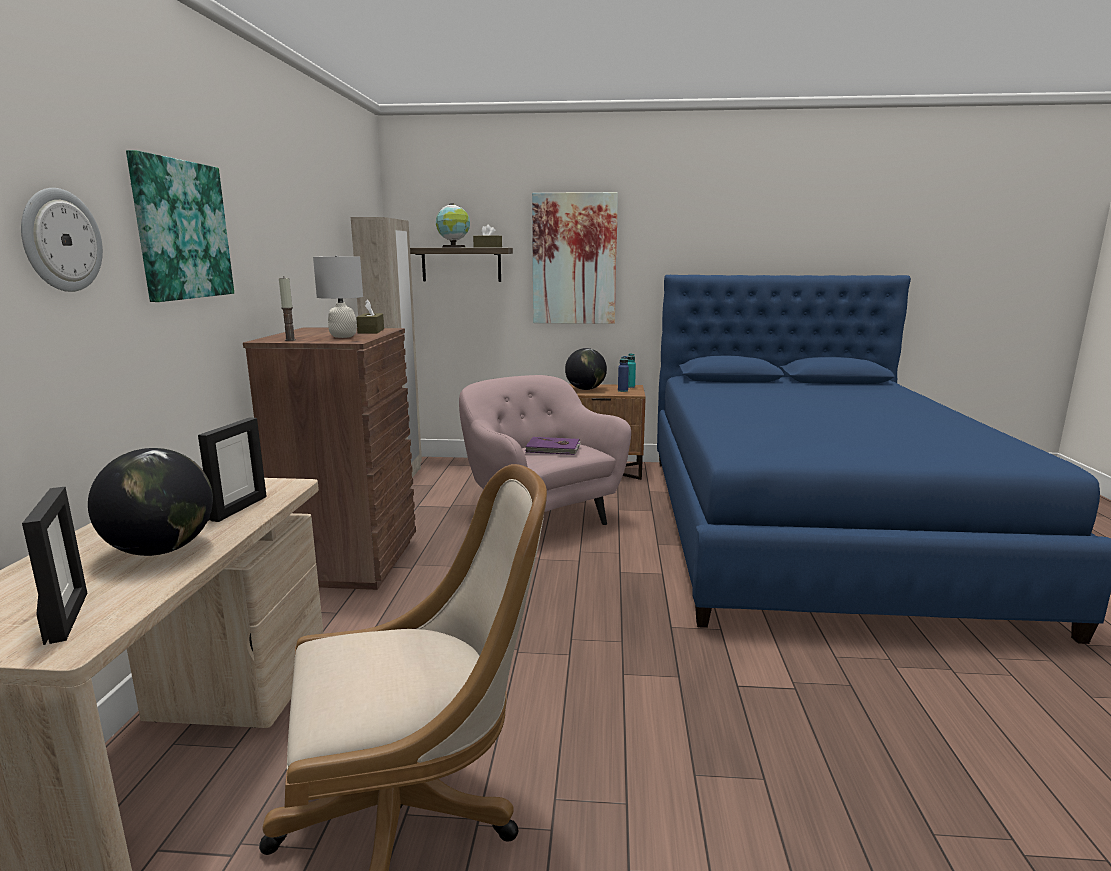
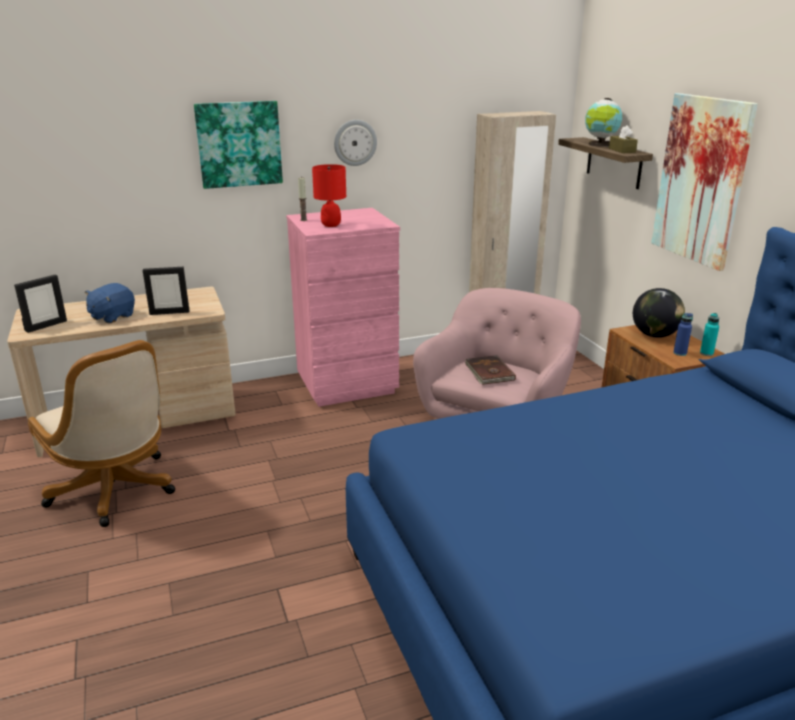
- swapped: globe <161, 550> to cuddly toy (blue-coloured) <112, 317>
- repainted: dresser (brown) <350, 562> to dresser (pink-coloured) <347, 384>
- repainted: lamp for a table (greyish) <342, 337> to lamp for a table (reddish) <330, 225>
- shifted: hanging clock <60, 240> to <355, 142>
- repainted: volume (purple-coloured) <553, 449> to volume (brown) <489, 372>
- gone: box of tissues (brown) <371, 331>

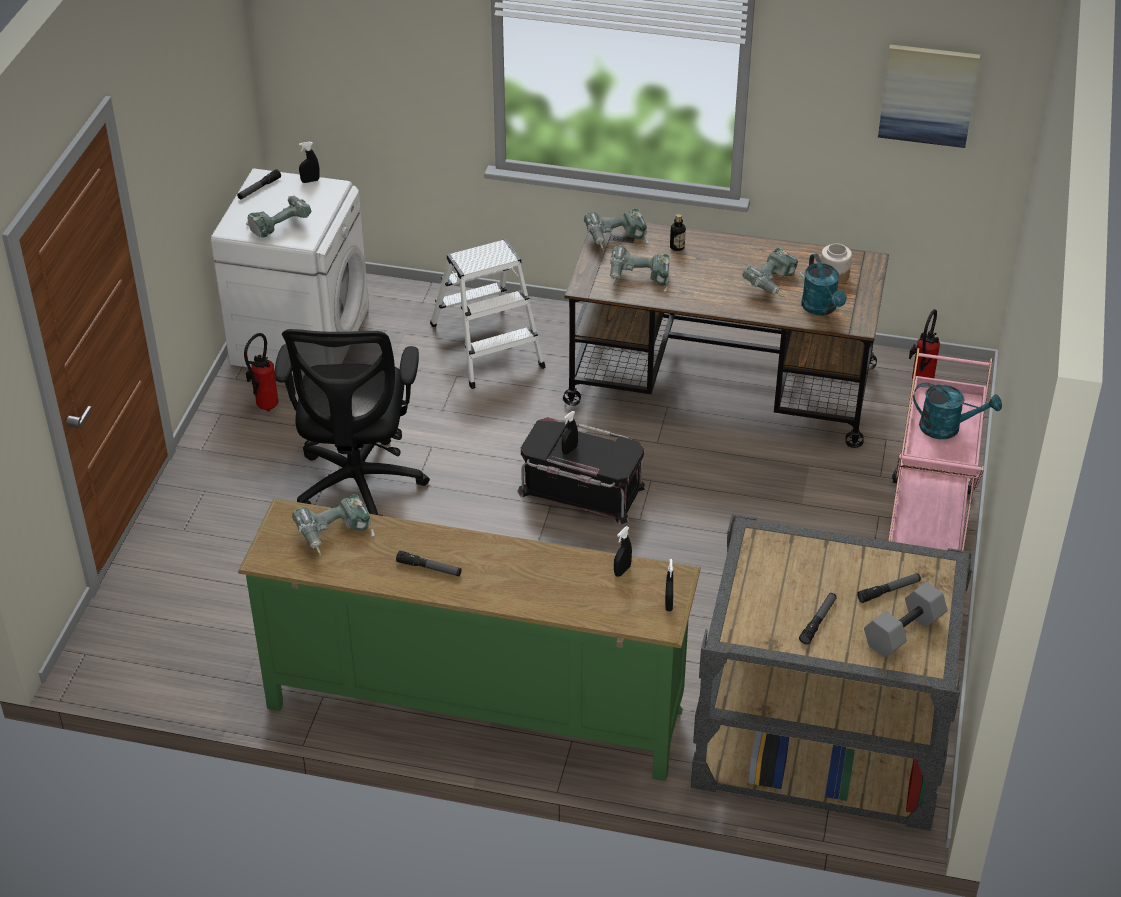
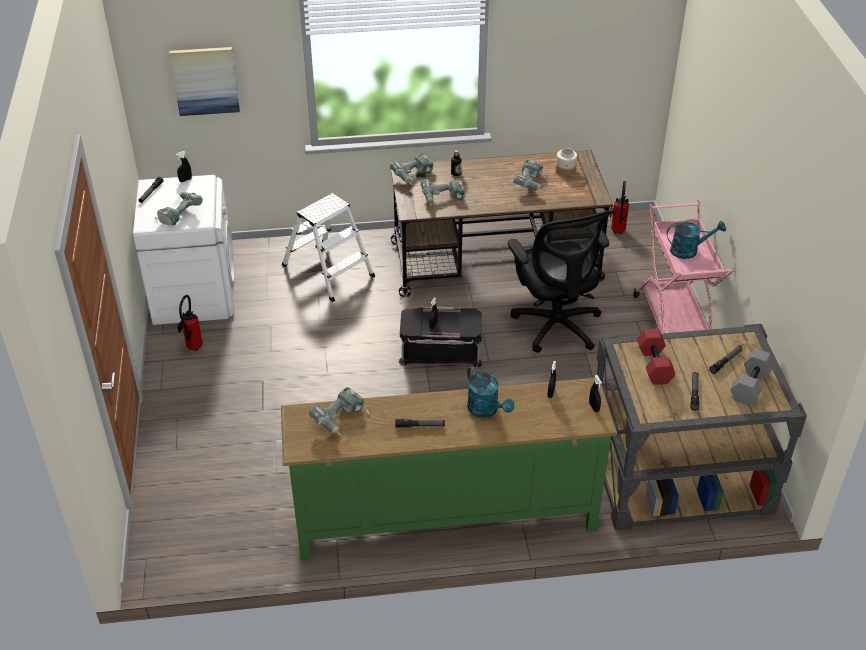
- shifted: wall art <928, 94> to <205, 80>
- shifted: watering pot (blue-green) <821, 309> to <486, 410>
- shifted: office chair (blackish) <357, 477> to <553, 322>
- new: hand weight (reddish) <653, 365>

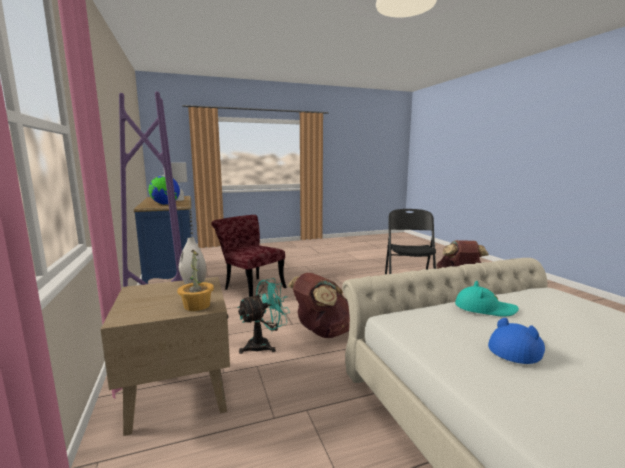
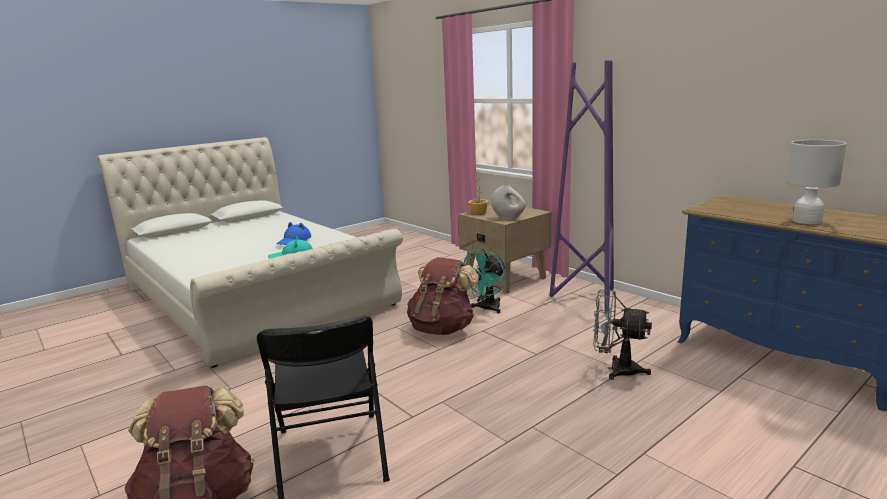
- swapped: plain chair (reddish) <250, 287> to fan (greyish) <616, 369>
- gone: globe <165, 204>

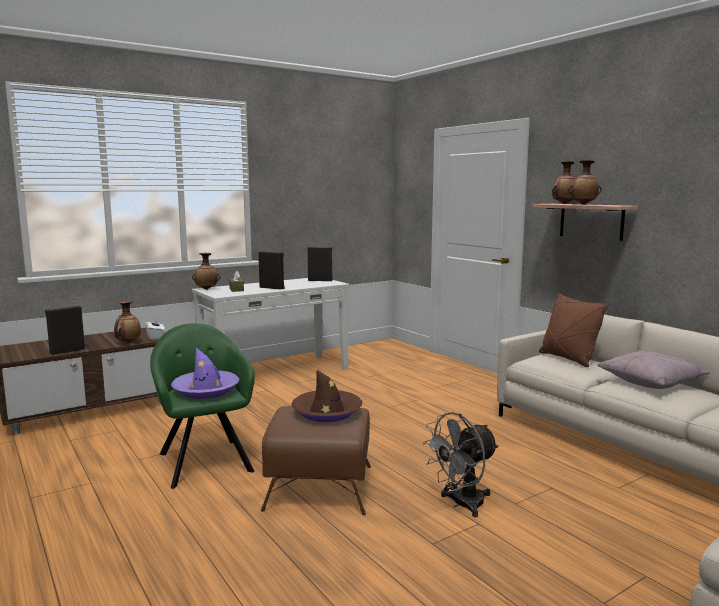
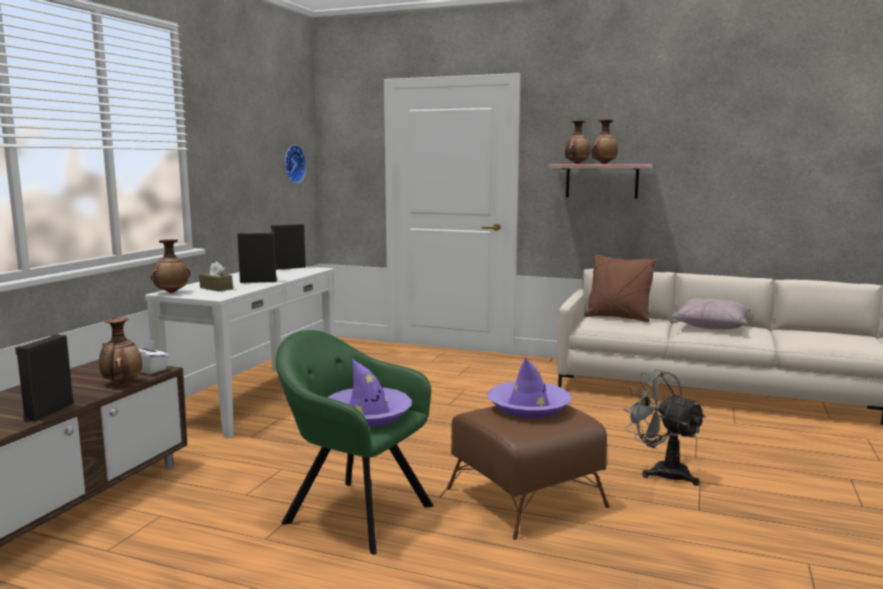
- new: hanging clock <292, 164>
- repainted: wearable hat (brown) <327, 412> to wearable hat (purple-coloured) <528, 407>
- rotated: fan (greyish) <461, 504> = <662, 471> 120 degrees clockwise

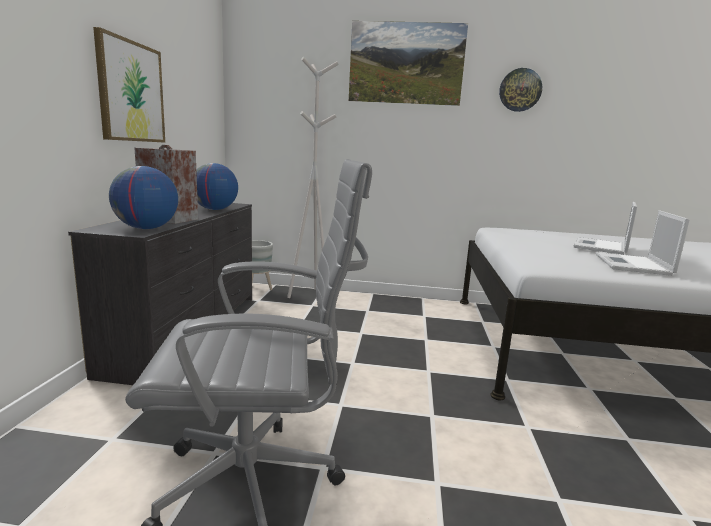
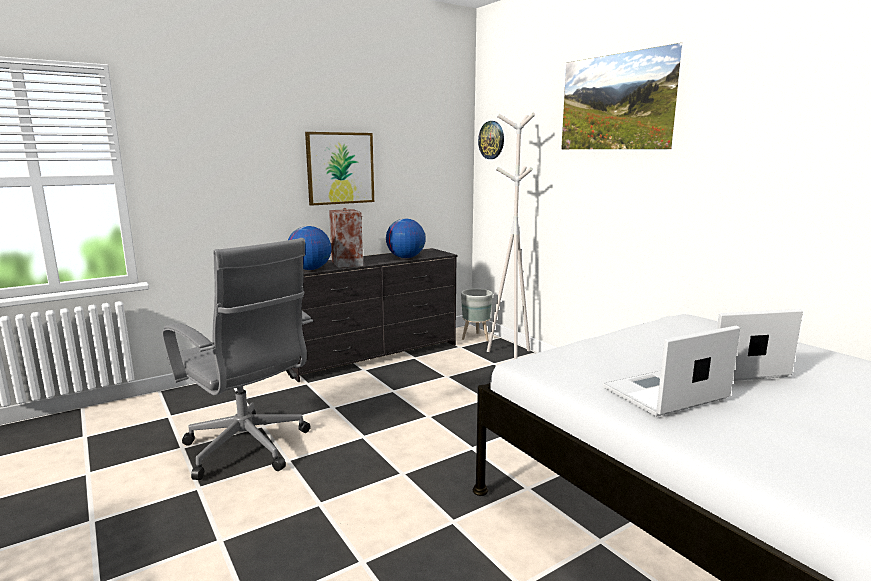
- shifted: hanging clock <520, 90> to <491, 140>

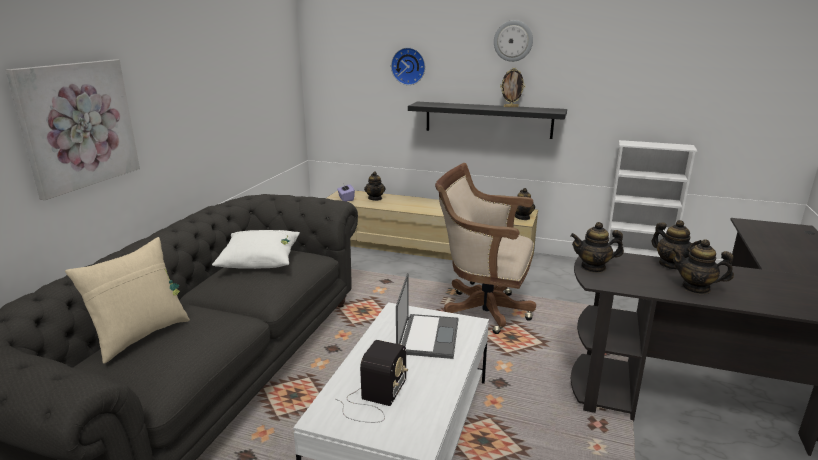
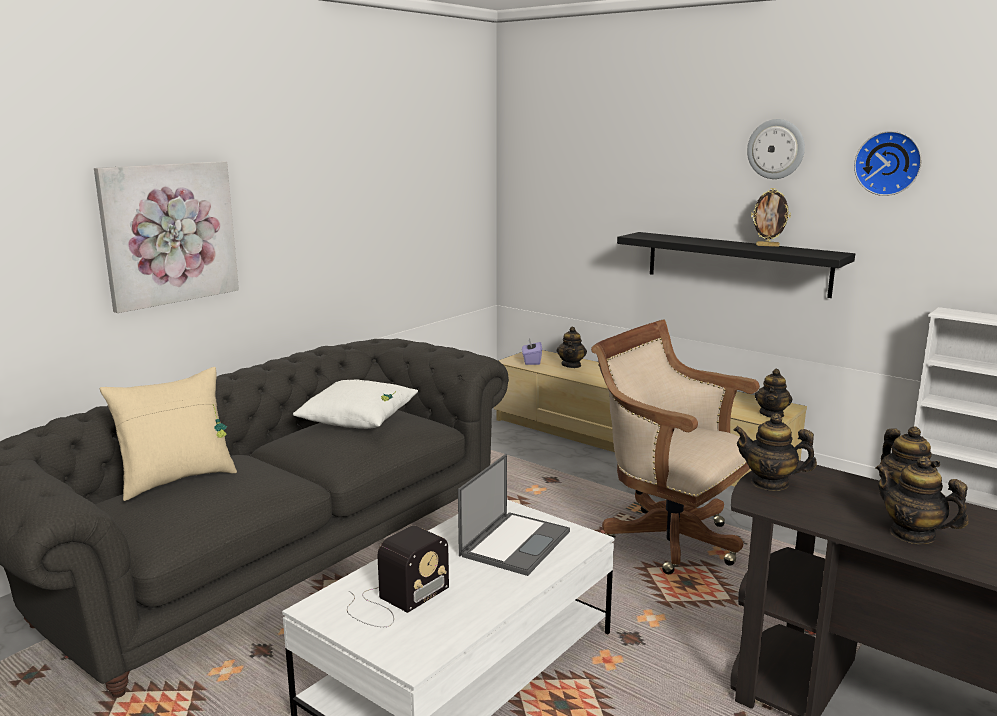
- shifted: hanging clock <409, 66> to <888, 163>

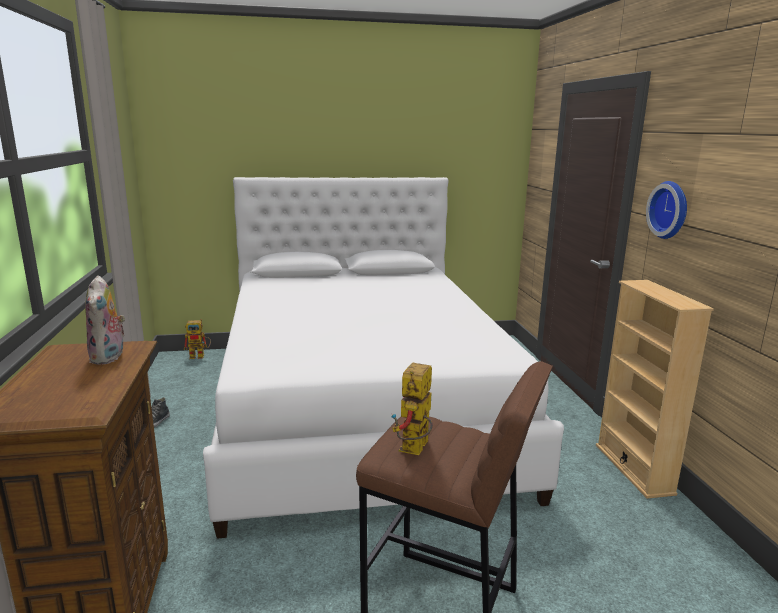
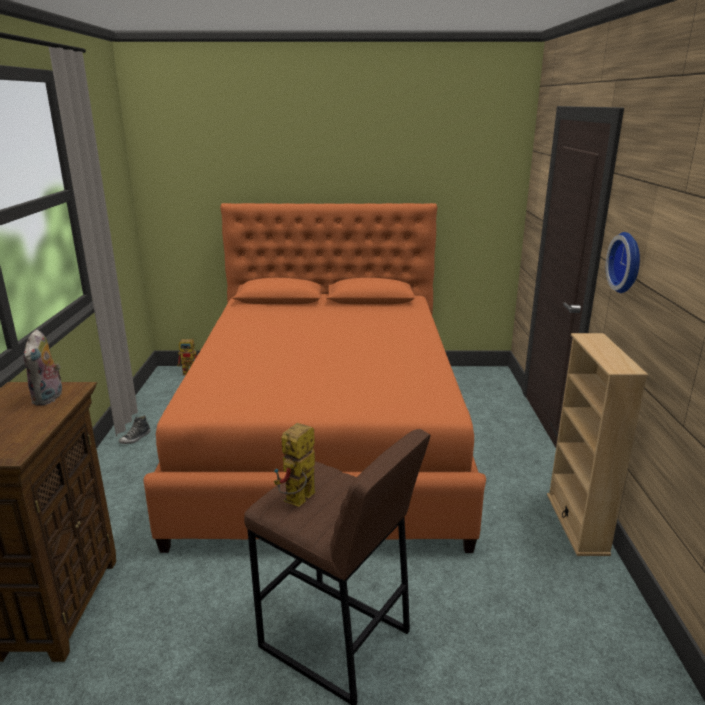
- repainted: bedroom bed (white) <361, 408> to bedroom bed (orange) <326, 436>

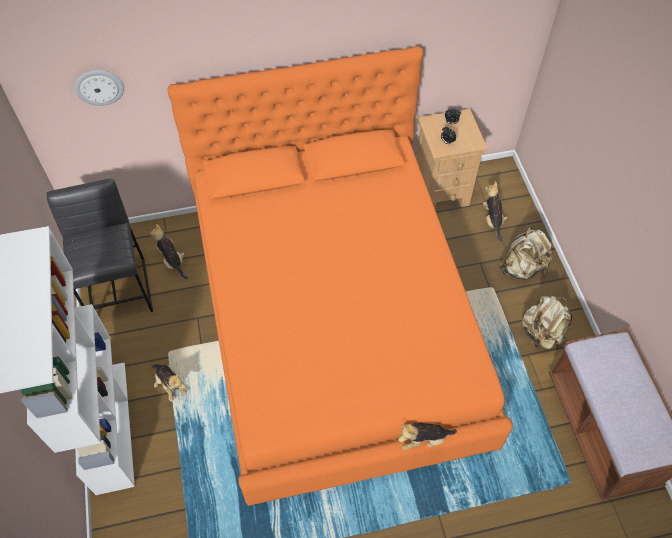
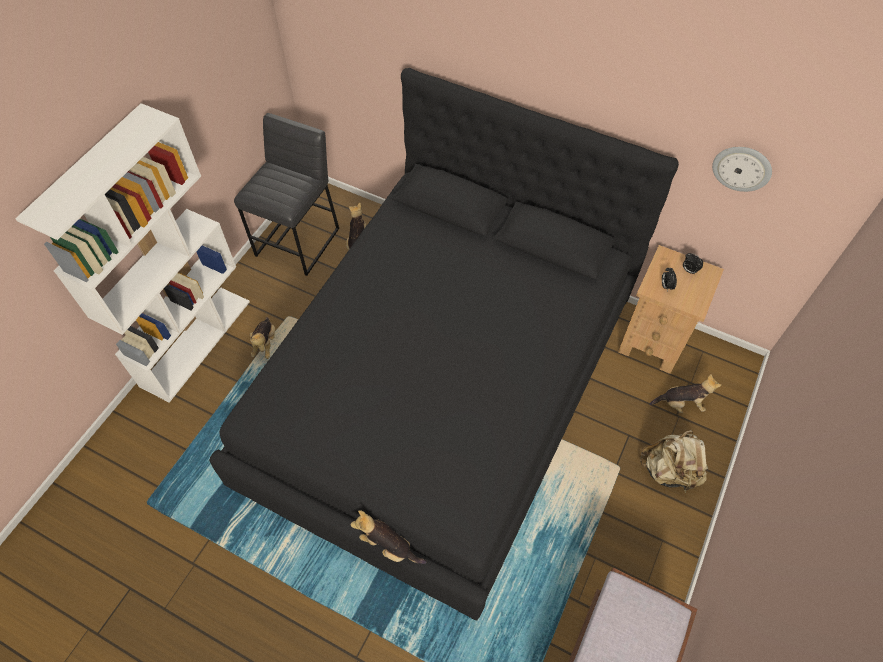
- repainted: bedroom bed (orange) <336, 321> to bedroom bed (blackish) <442, 390>
- rotated: cuddly toy <492, 220> = <681, 403> 60 degrees clockwise
- shifted: hanging clock <99, 87> to <742, 168>
- gone: rucksack (beige-coloured) <541, 333>

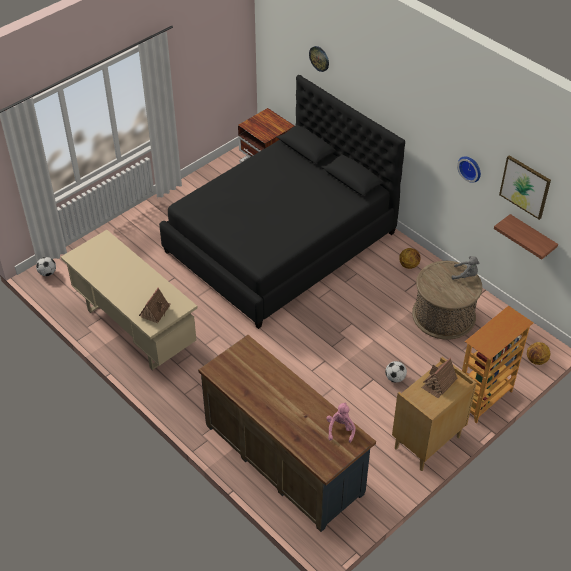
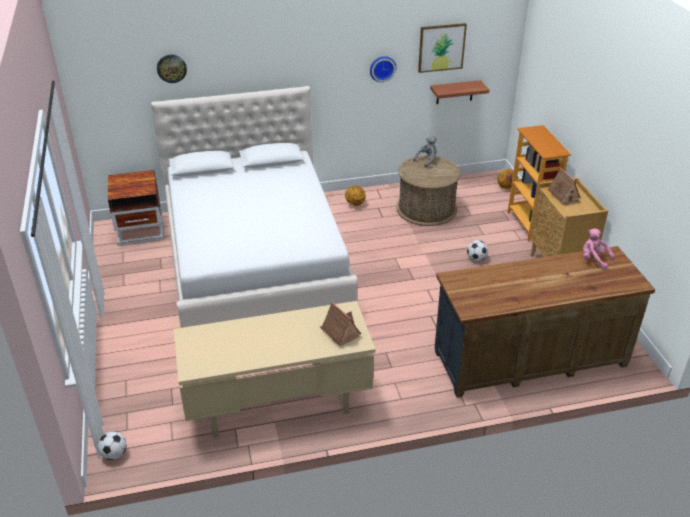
- repainted: bedroom bed (blackish) <280, 242> to bedroom bed (white) <255, 260>

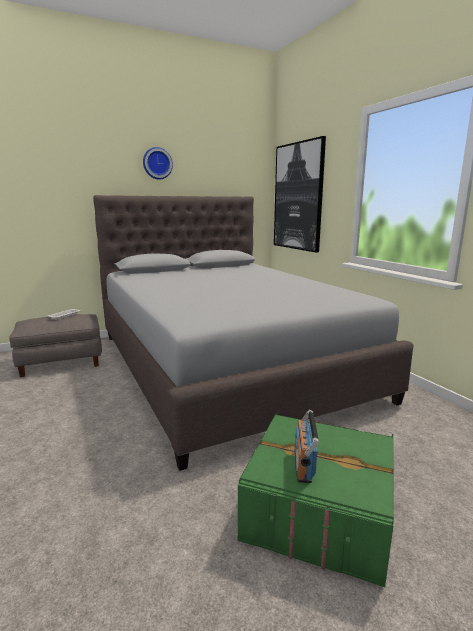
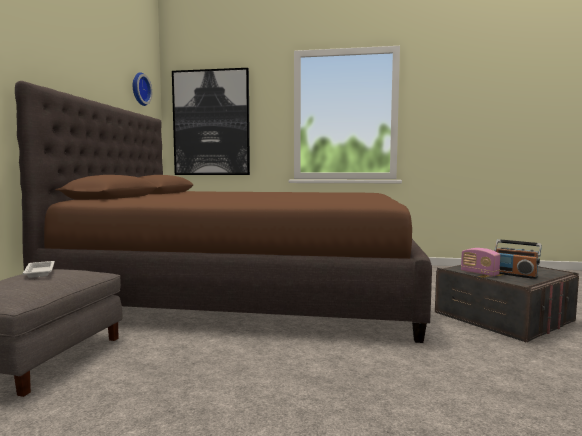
- repainted: bedroom bed (greyish) <227, 364> to bedroom bed (brown) <248, 290>
- shifted: hanging clock <157, 163> to <139, 89>
- repainted: storage bin (green-coloured) <319, 512> to storage bin (greyish) <503, 317>
- new: radio <479, 273>

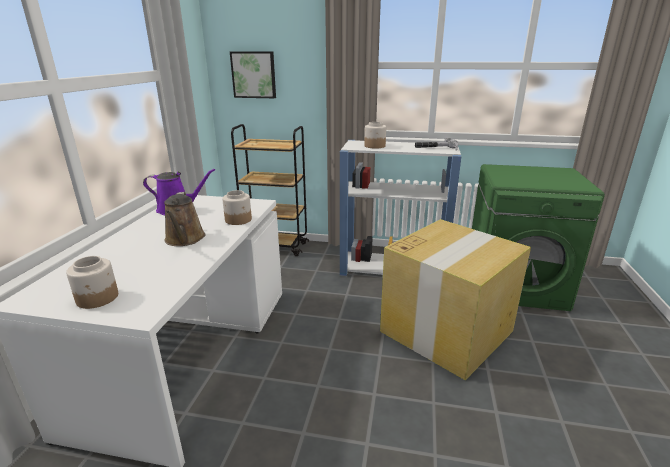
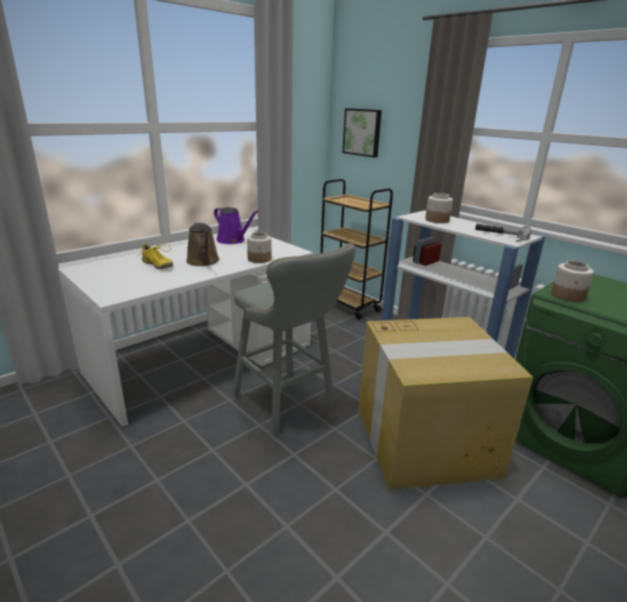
- new: shoe (yellow-coloured) <157, 265>
- rotated: watering pot (brown) <184, 239> = <203, 262> 45 degrees counterclockwise
- new: stool seat (greyish) <290, 407>
- shifted: preserve jar <98, 298> to <568, 296>

